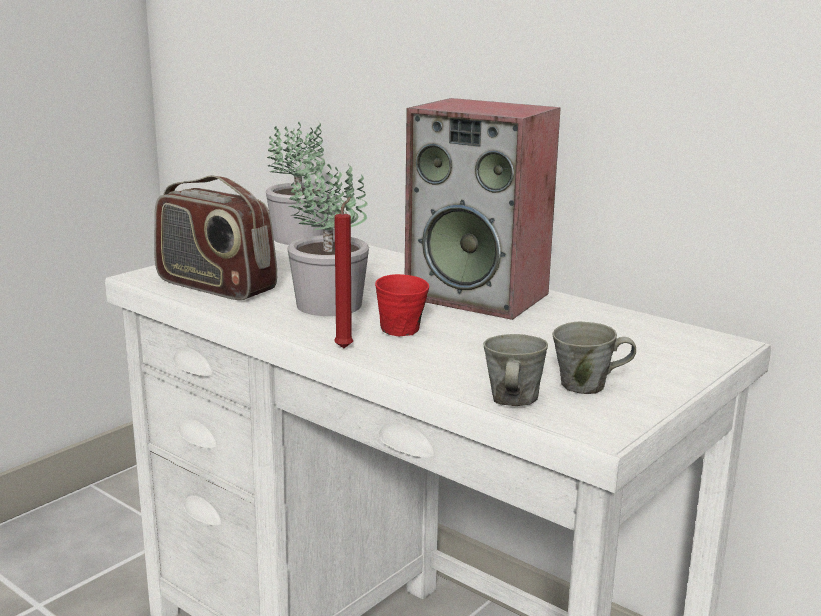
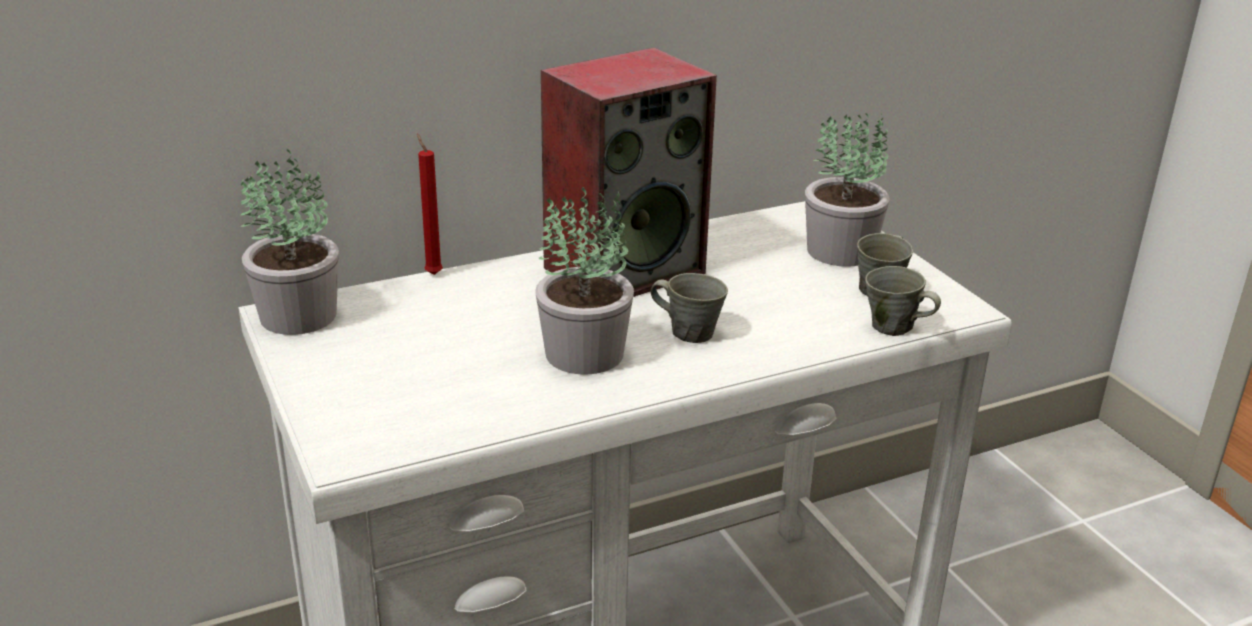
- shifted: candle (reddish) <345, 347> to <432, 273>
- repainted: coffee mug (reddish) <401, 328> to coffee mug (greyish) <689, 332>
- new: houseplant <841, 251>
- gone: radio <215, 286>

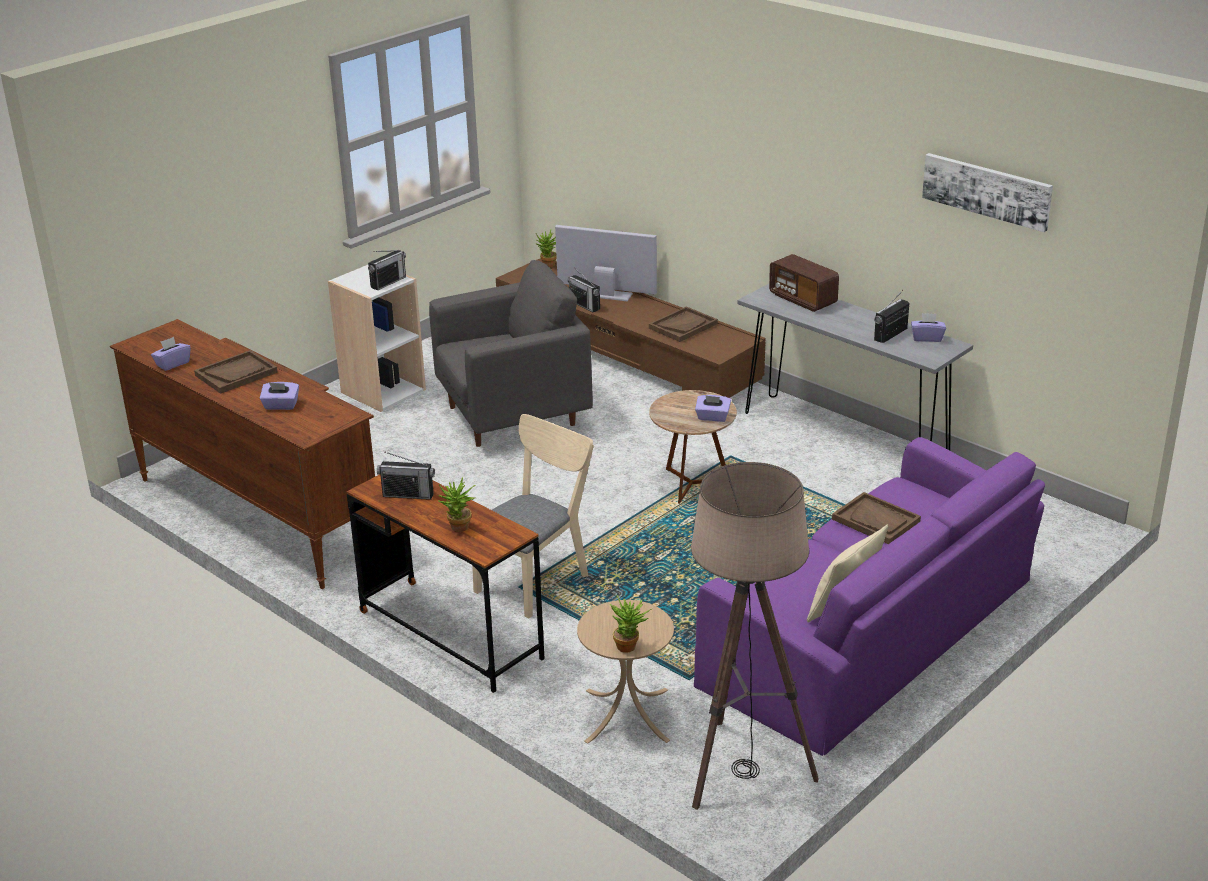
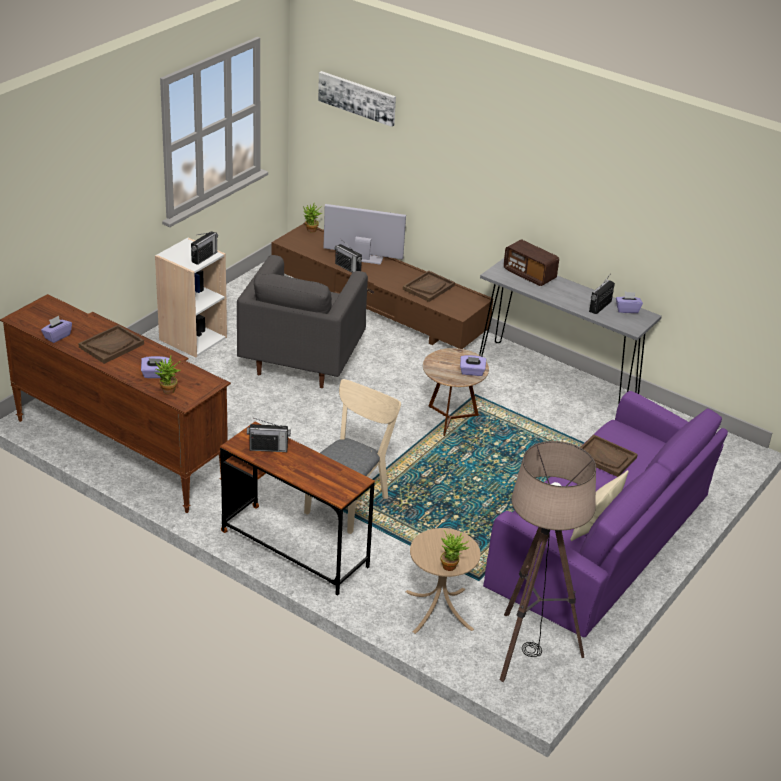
- shifted: houseplant <458, 529> to <167, 392>
- rotated: lounge chair (greyish) <513, 416> = <301, 360> 135 degrees clockwise
- shifted: wall art <987, 190> to <357, 98>

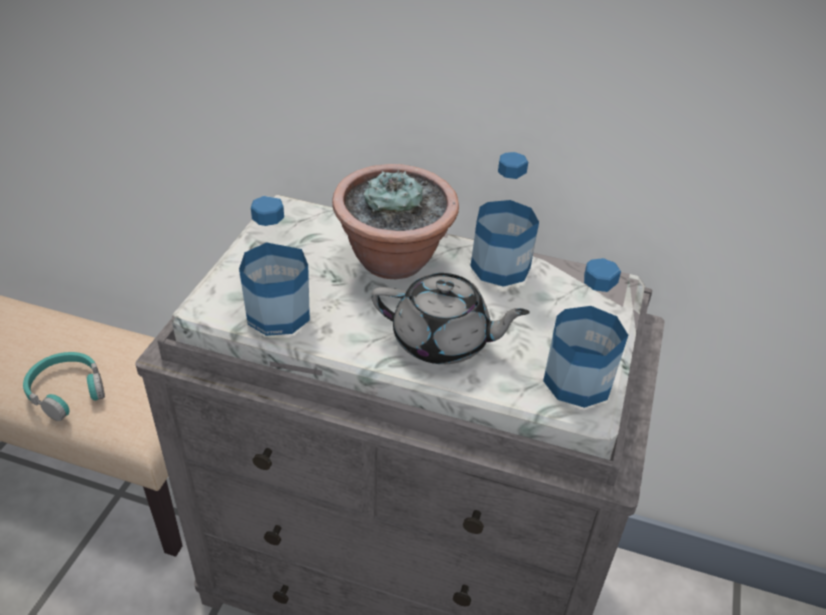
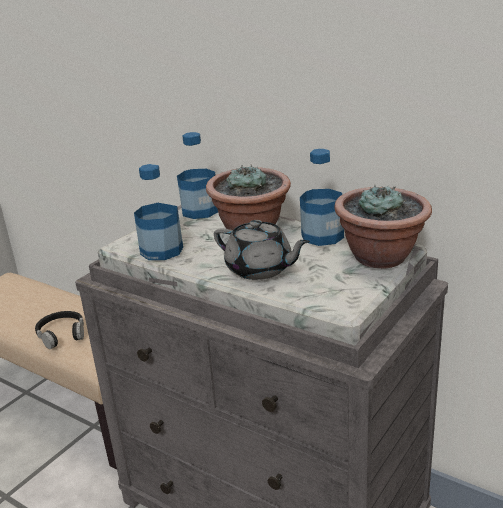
- repainted: headset (blue-green) <67, 391> to headset (blackish) <62, 334>
- shifted: bottle <577, 381> to <200, 211>
- new: houseplant <381, 257>

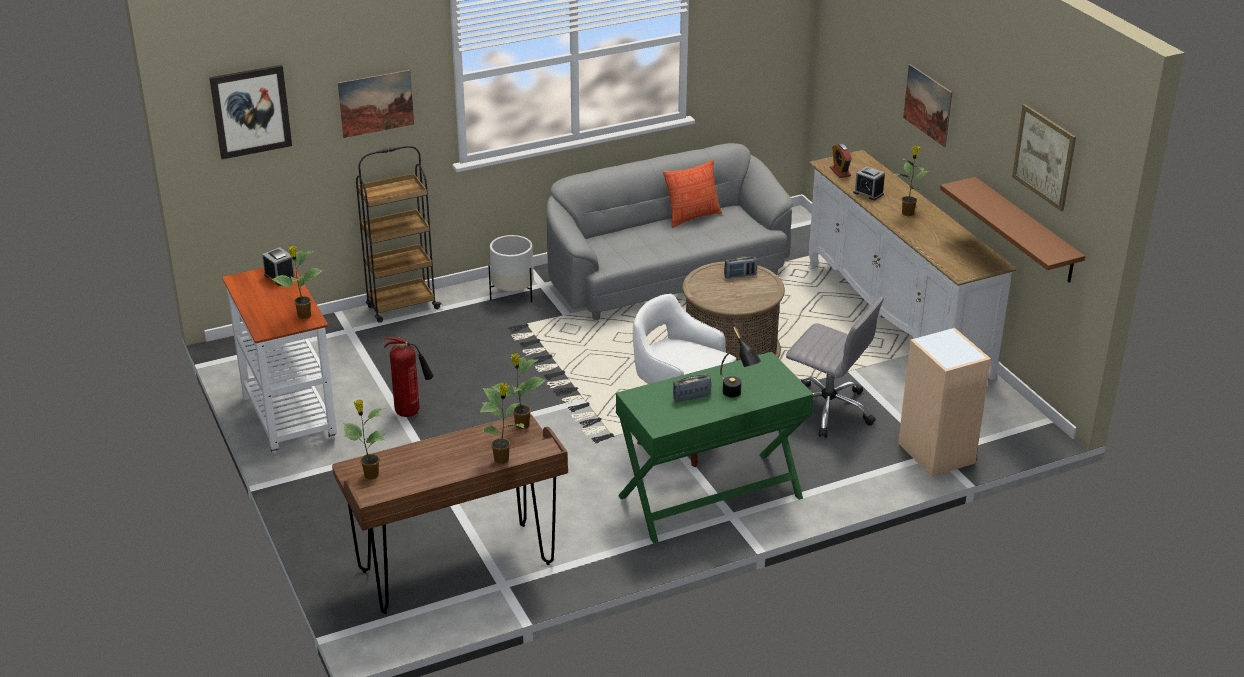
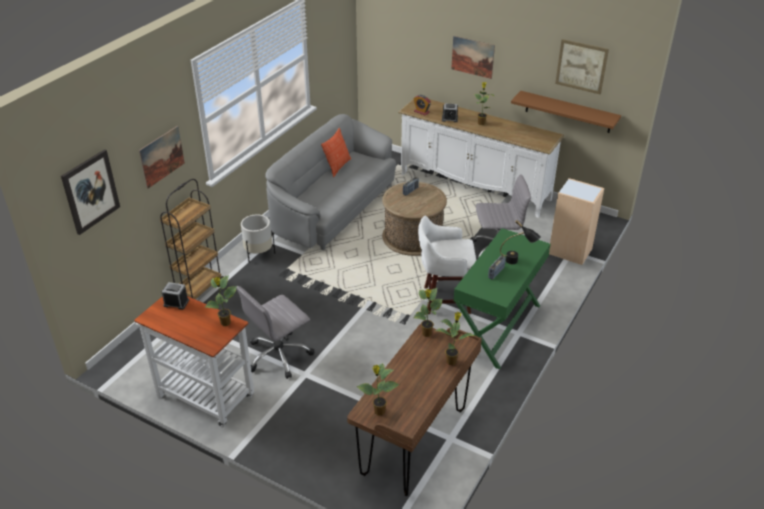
- swapped: extinguisher <411, 412> to office chair (greyish) <278, 355>

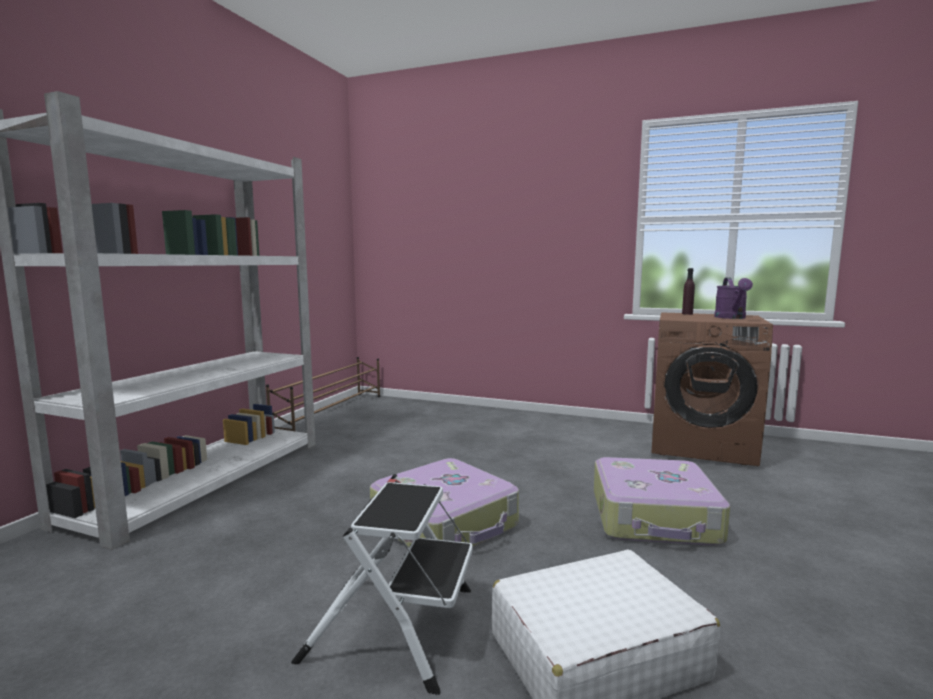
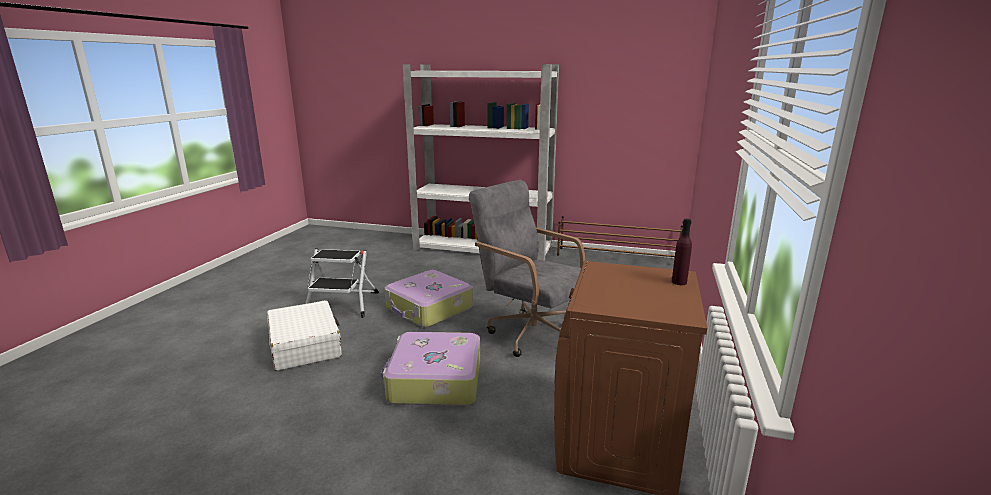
- new: office chair (greyish) <529, 334>
- gone: watering pot (purple-coloured) <732, 318>

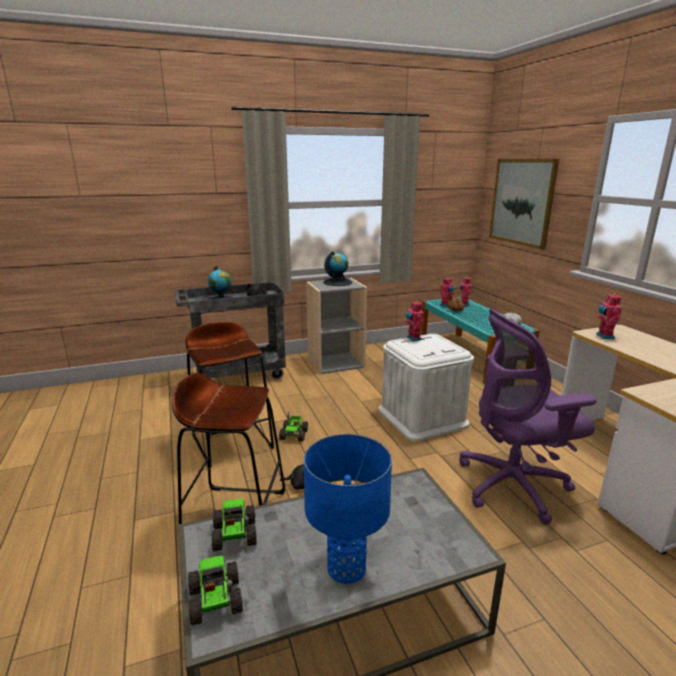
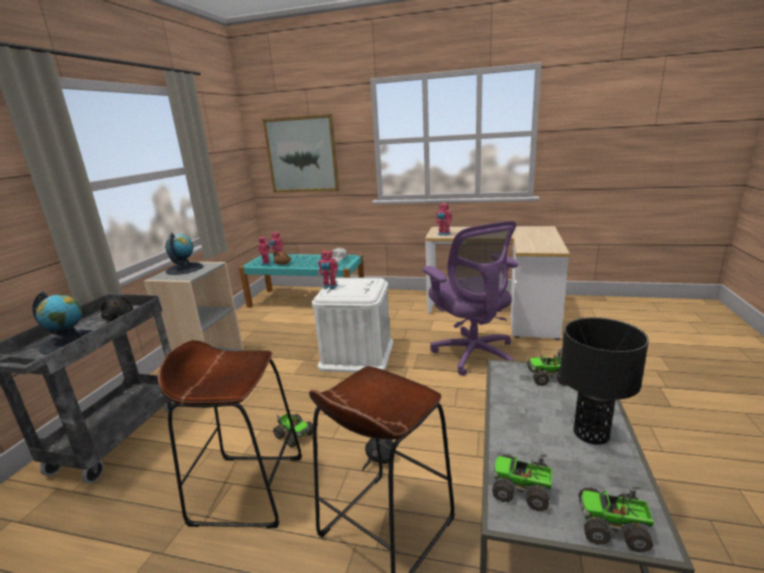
- rotated: office chair (purple-coloured) <517, 483> = <470, 352> 45 degrees counterclockwise
- new: toy lorry <549, 377>
- repainted: lamp for a table (blue-coloured) <346, 567> to lamp for a table (blackish) <590, 433>

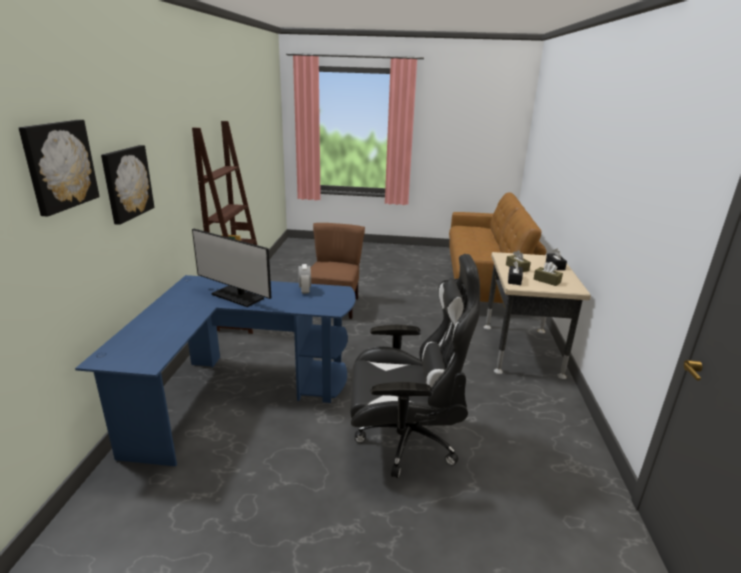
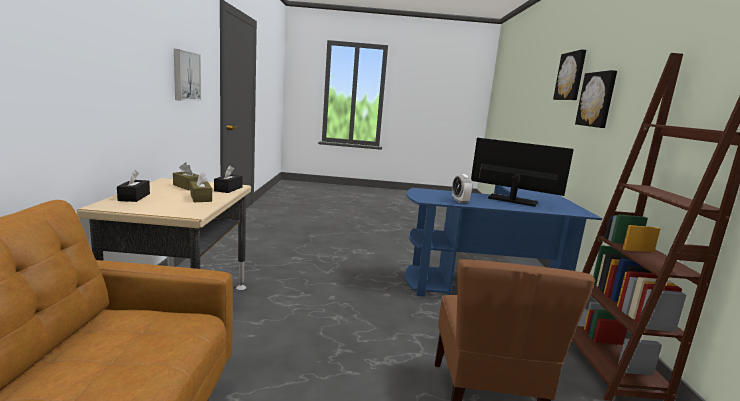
- new: wall art <185, 75>
- gone: office chair (blackish) <401, 441>

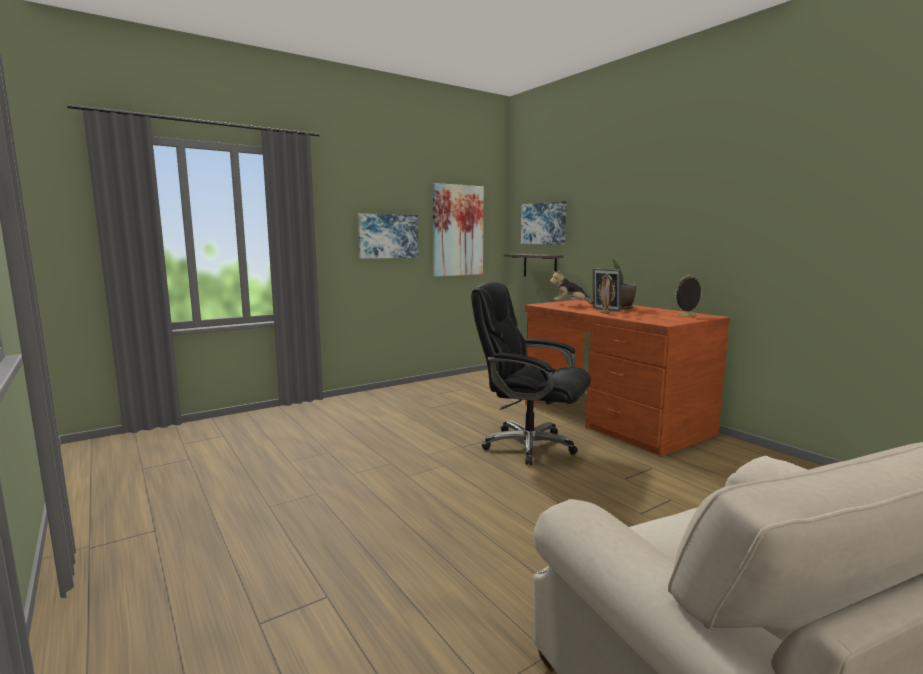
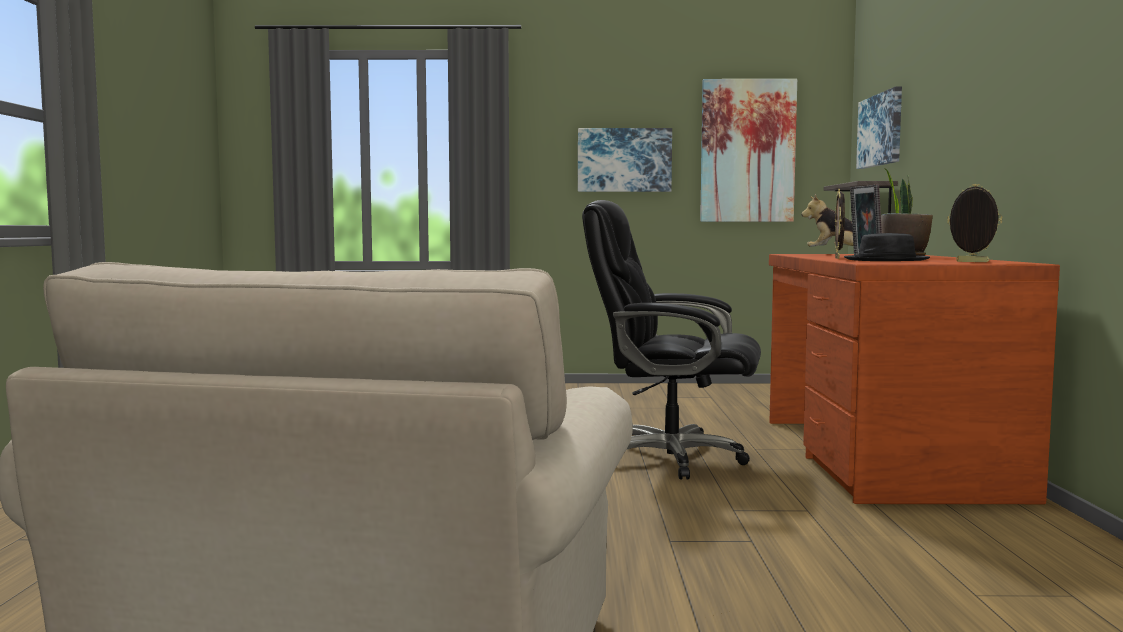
- rotated: office chair (blackish) <531, 446> = <674, 459> 45 degrees counterclockwise
- new: wearable hat (blackish) <886, 260>

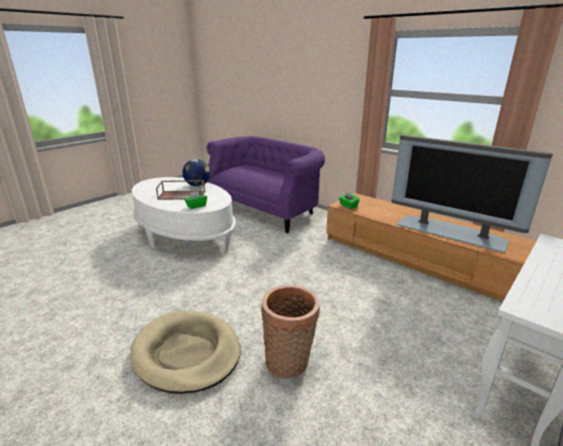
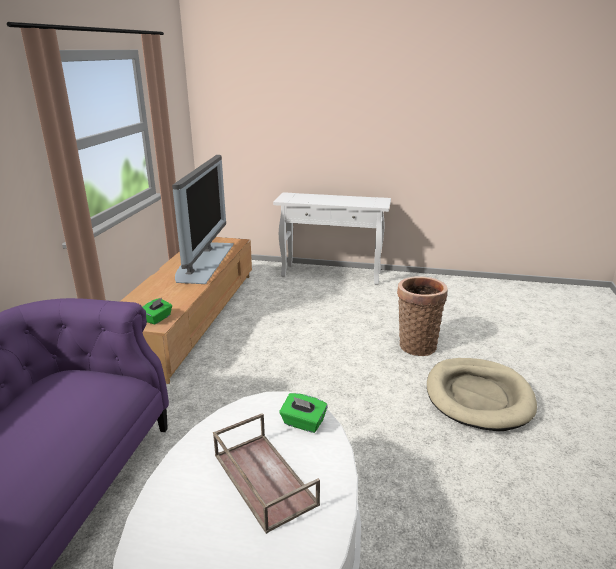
- gone: globe <197, 185>

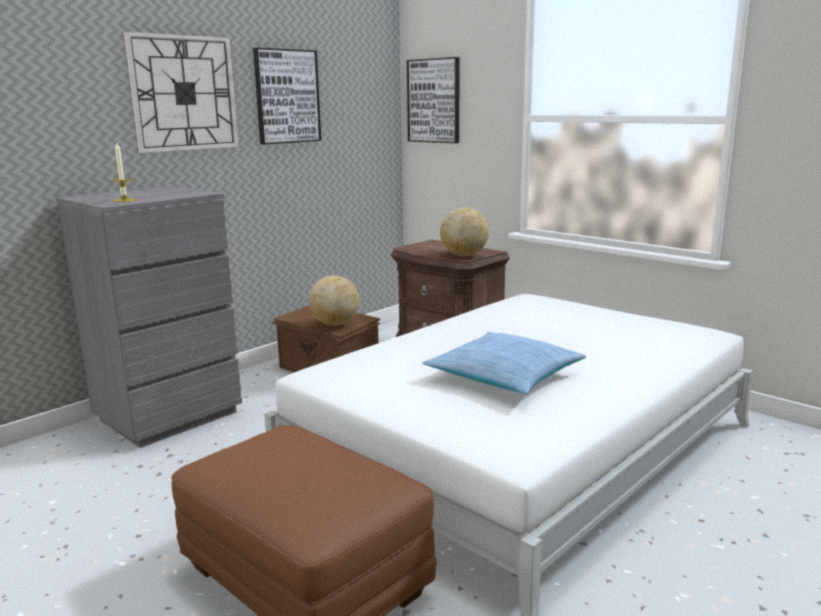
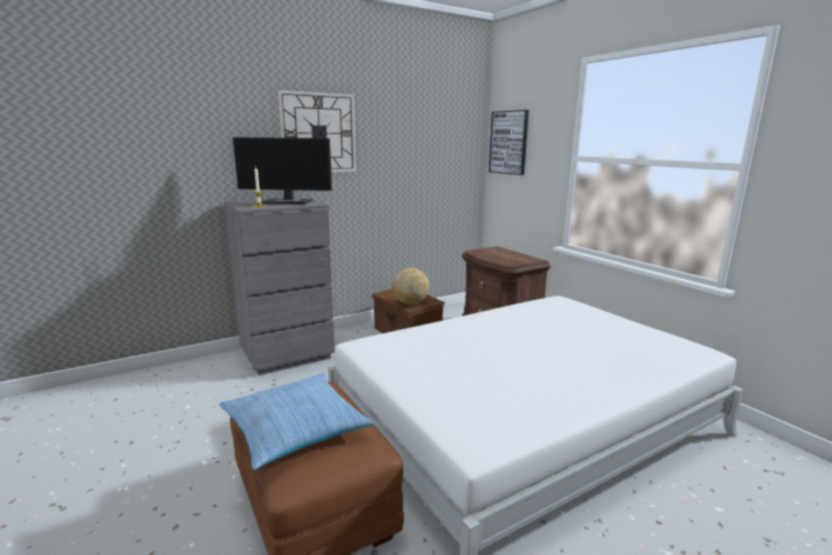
- shifted: throw pillow <504, 376> to <295, 428>
- new: monitor <289, 202>
- gone: wall art <287, 96>
- gone: globe <464, 255>

